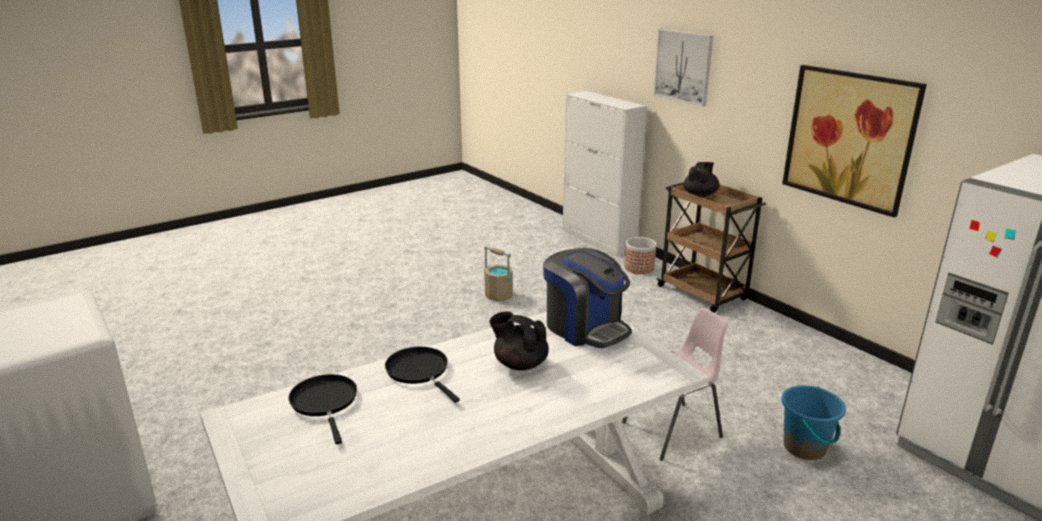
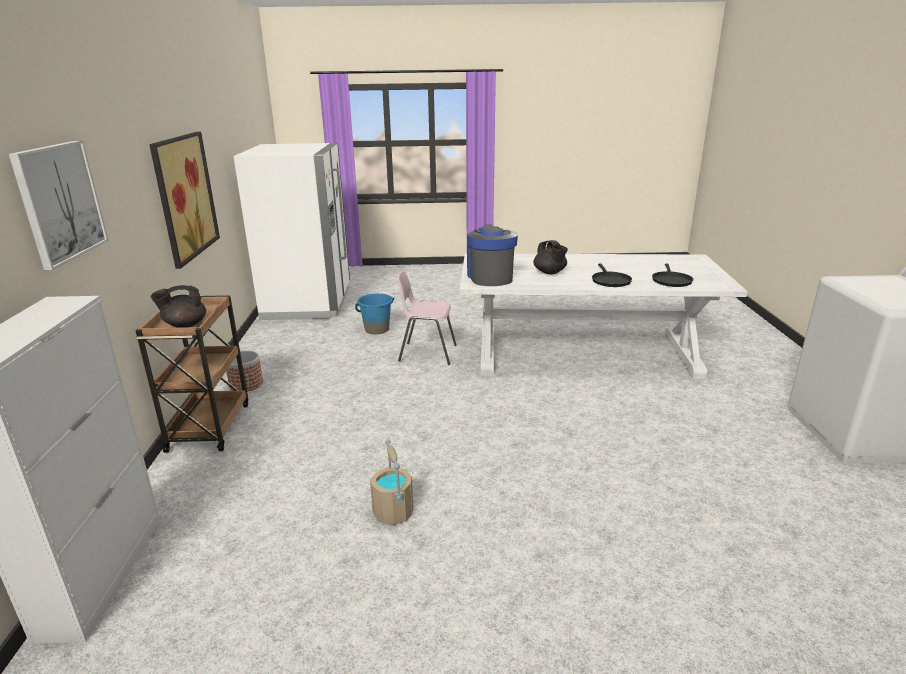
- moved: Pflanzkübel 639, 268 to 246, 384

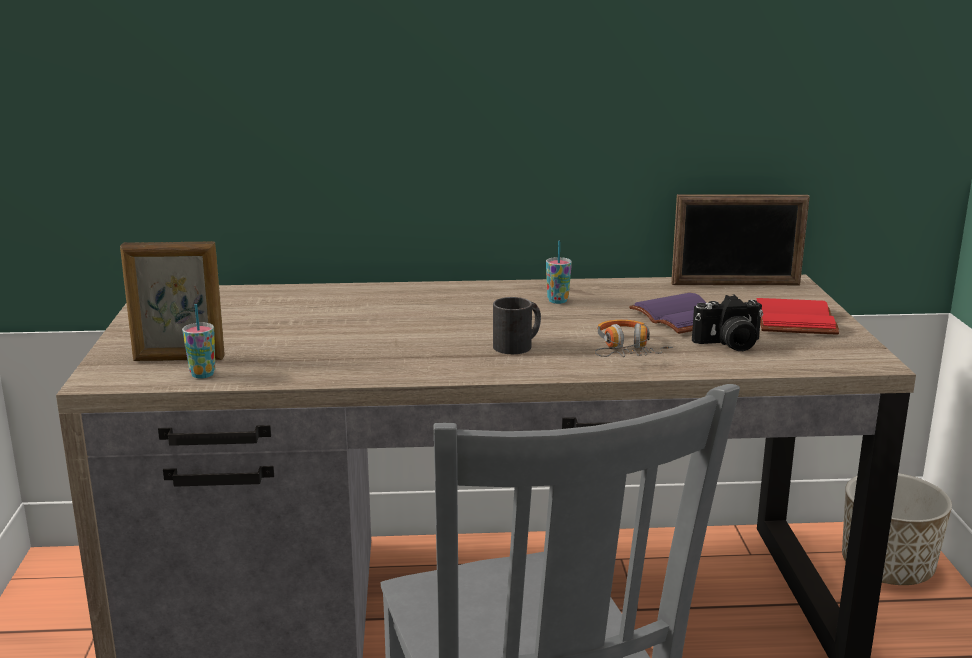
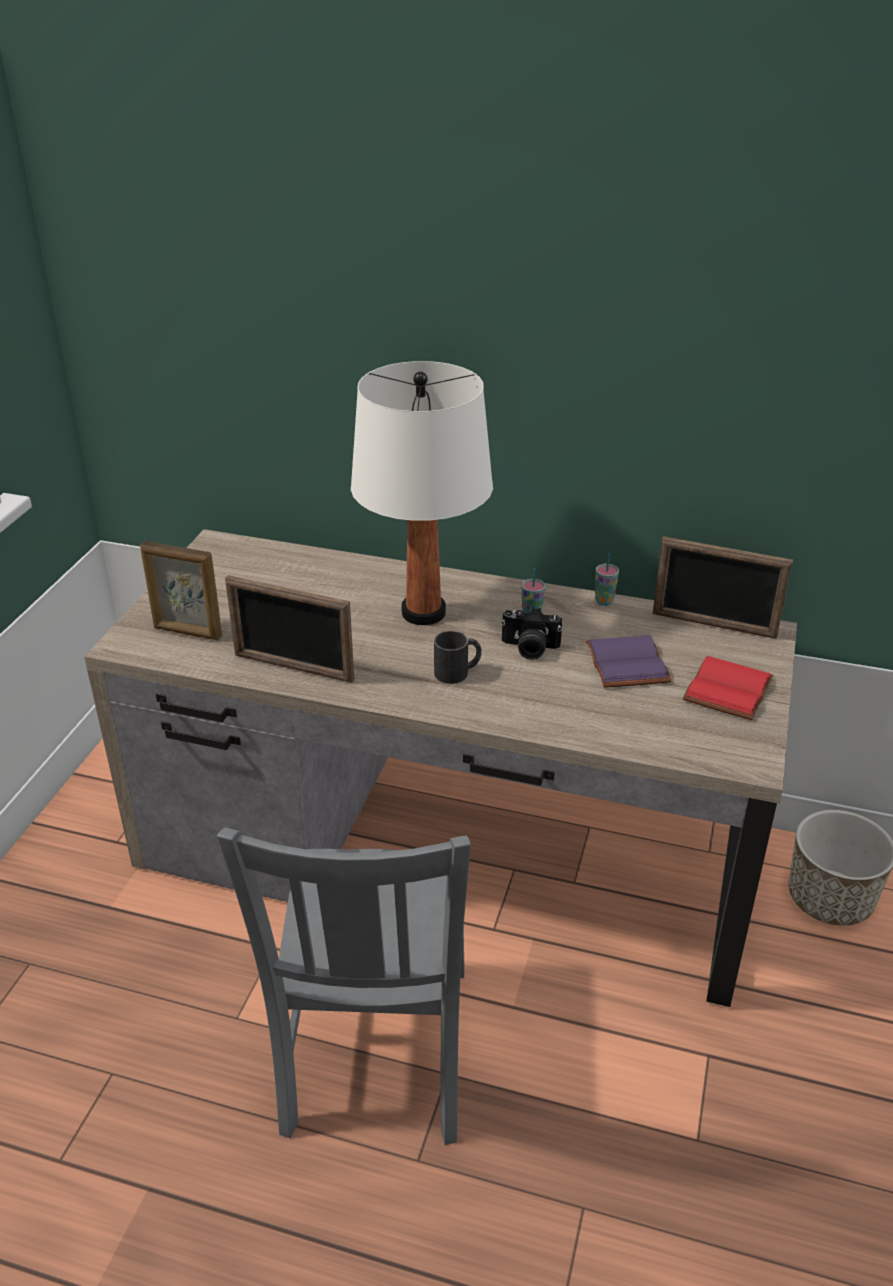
- added: Bilderrahmen 293, 668
- added: Tischlampe (weiß) 424, 612
- moved: Kamera 729, 344 to 529, 648
- moved: Tasse 202, 374 to 604, 601
- removed: Kopfhörer 625, 350

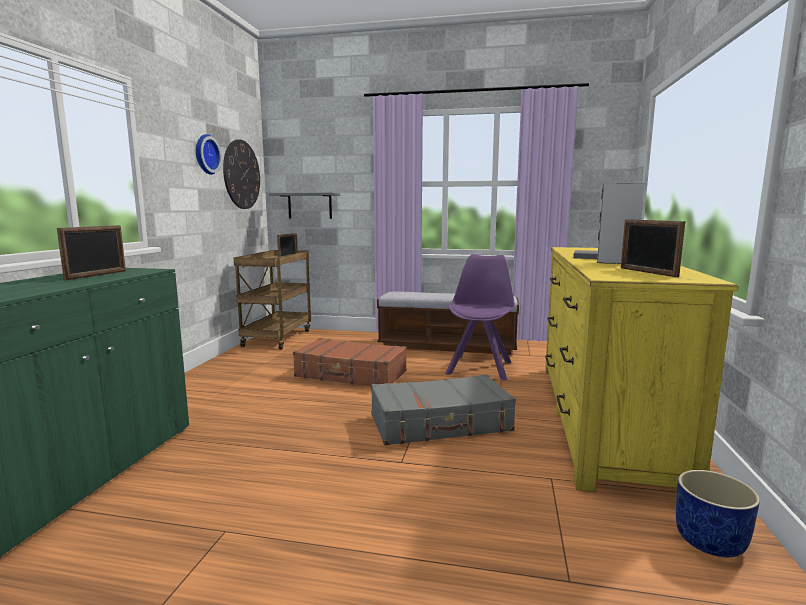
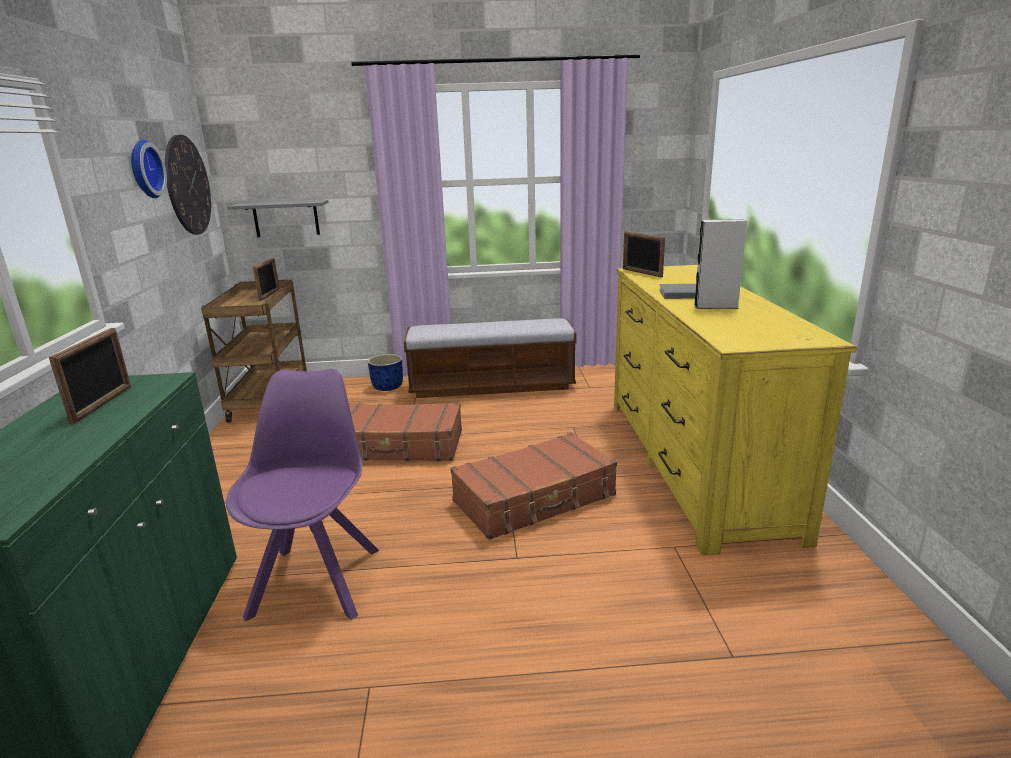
- moved: Stuhl (lila) 479, 367 to 317, 579
- moved: Pflanzkübel (blau) 711, 542 to 388, 387
- recoloured: Koffer (grau) 441, 423 to Koffer (braun) 535, 499
- moved: Bilderrahmen 647, 272 to 641, 273

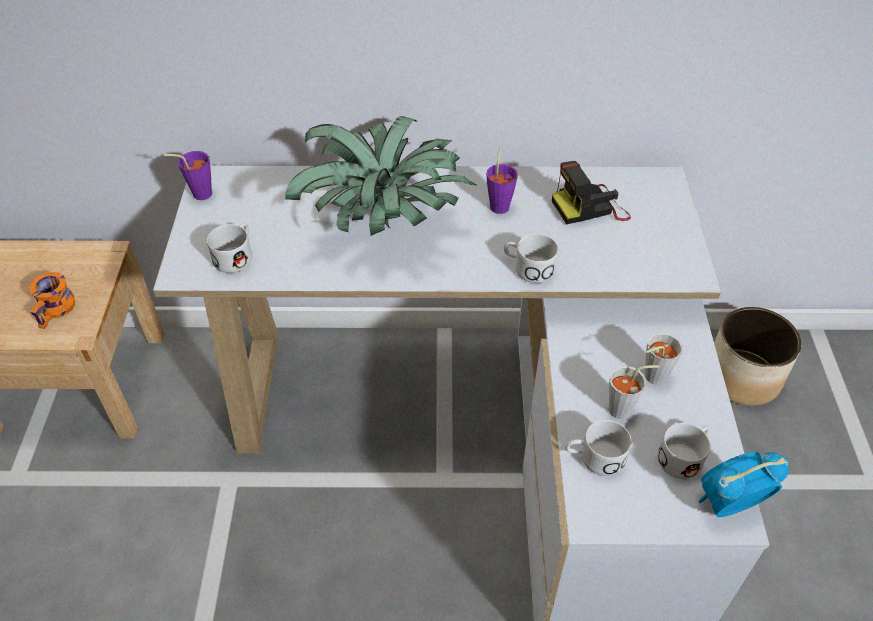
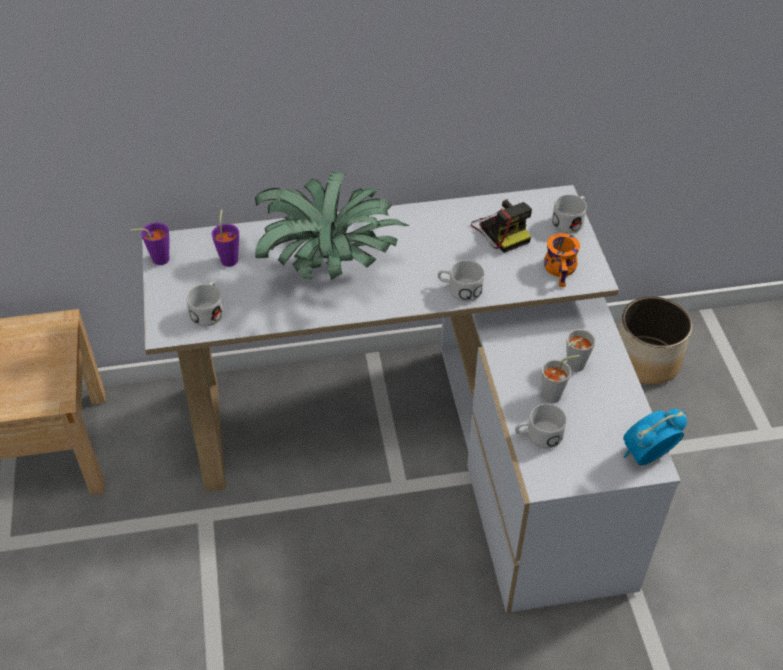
- moved: Tasse (lila) 500, 204 to 230, 257
- turned: Kamera 590, 207 = 501, 230 90 degrees counterclockwise
- moved: Henkelbecher (orange) 58, 310 to 562, 270
- moved: Henkelbecher (weiß) 684, 456 to 570, 221

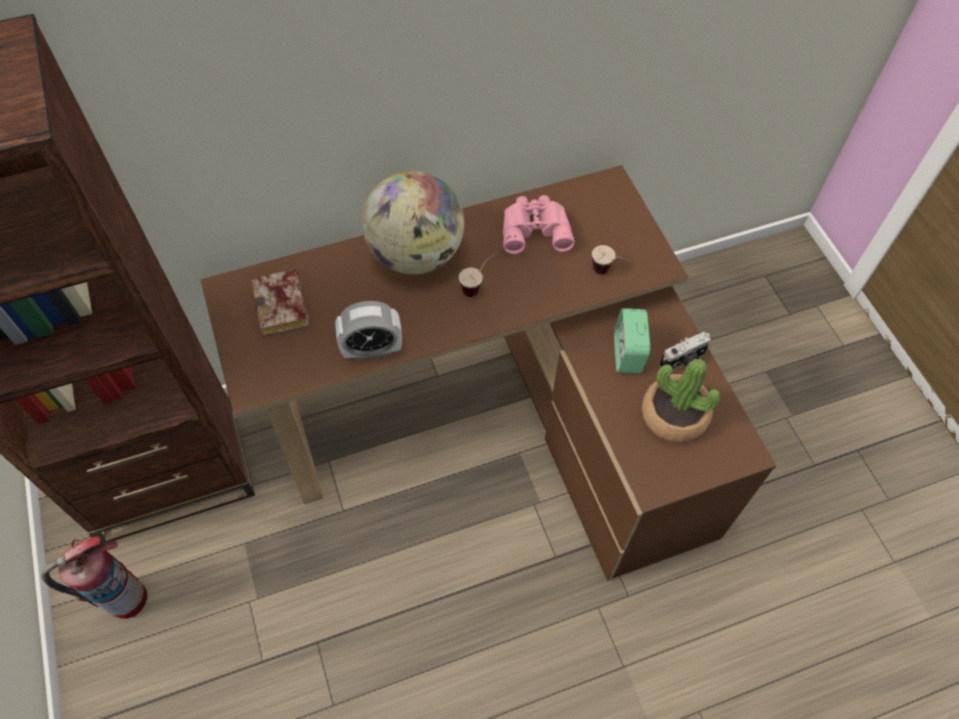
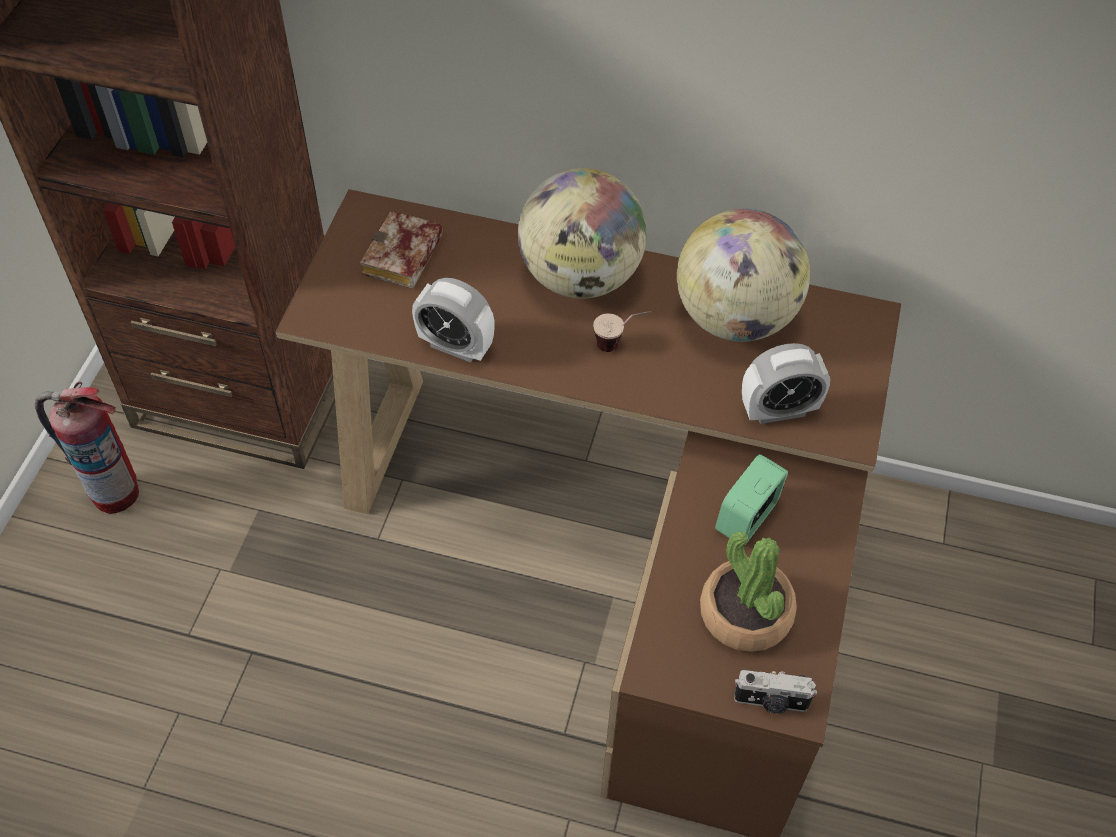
- replaced: Fernglas (rosa) 534, 228 to Globus 735, 318
- moved: Kamera 683, 361 to 771, 702
- replaced: Tasse 608, 273 to Wecker 779, 410

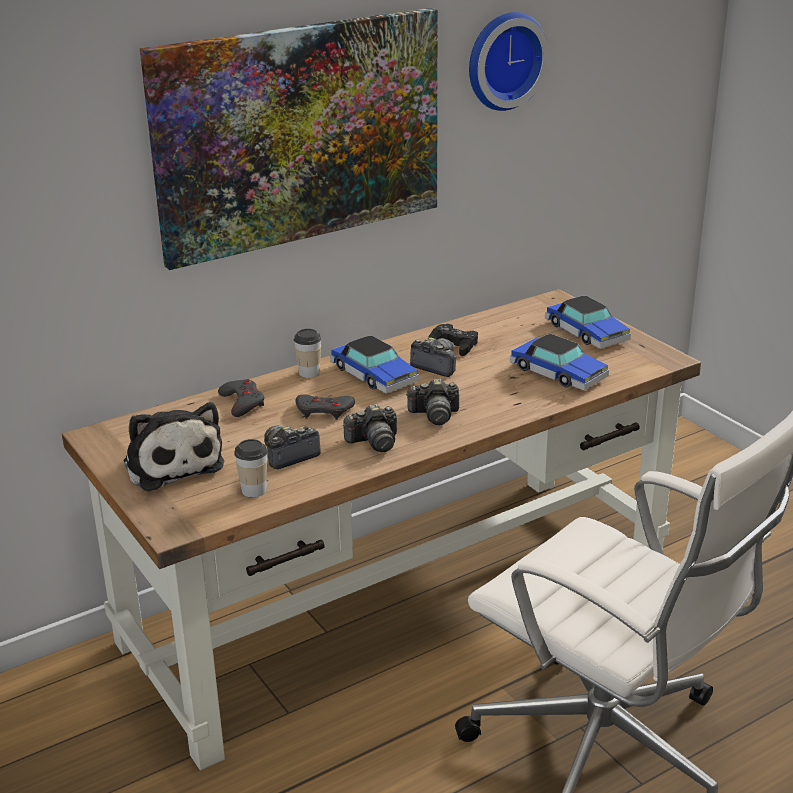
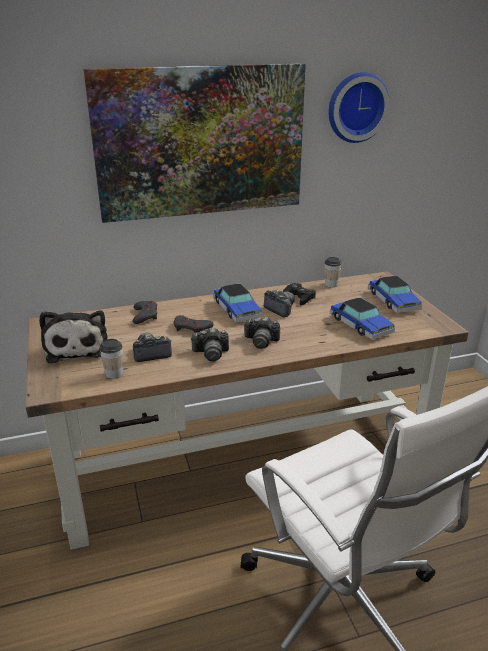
- moved: Tasse 309, 373 to 331, 284

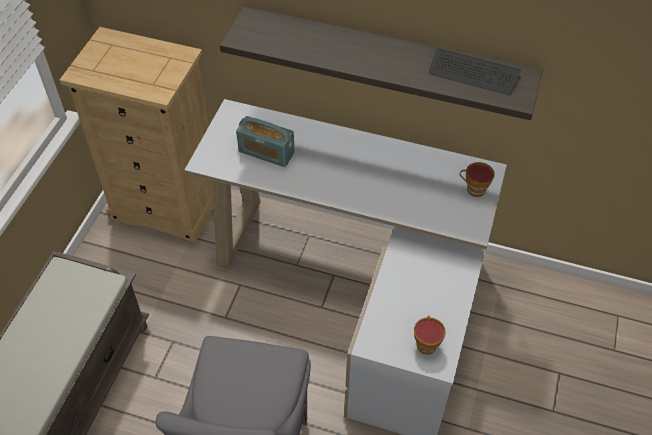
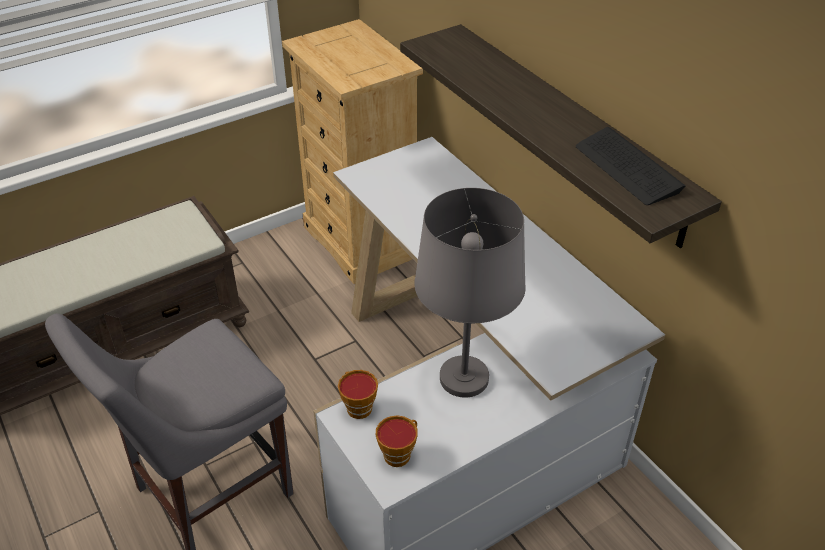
- moved: Tasse 473, 189 to 357, 406
- added: Tischlampe (grau) 464, 379
- removed: Radio 266, 152

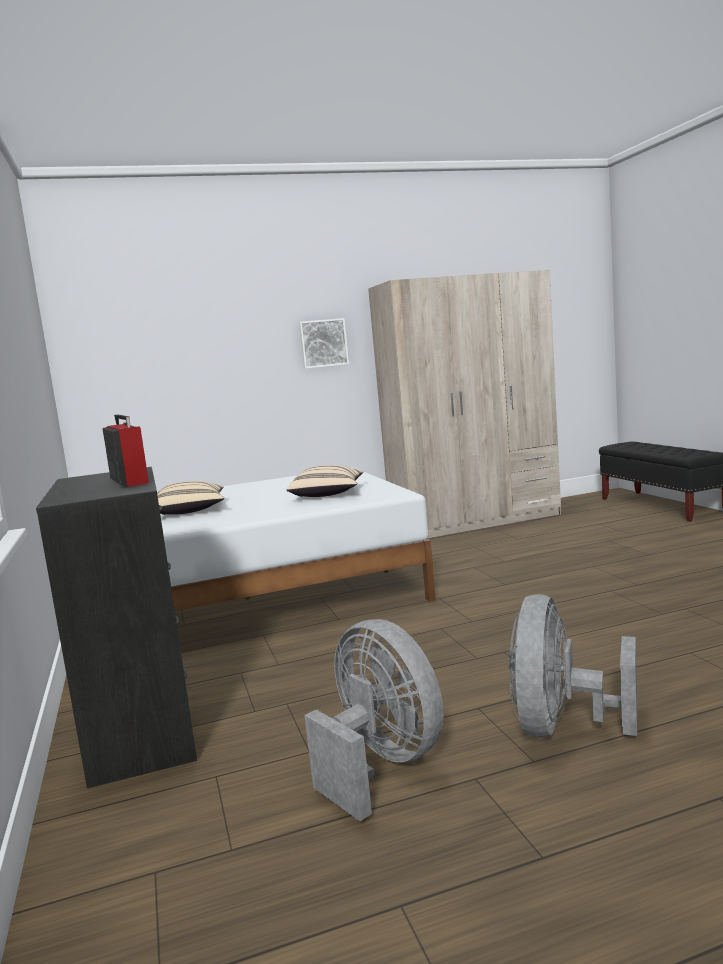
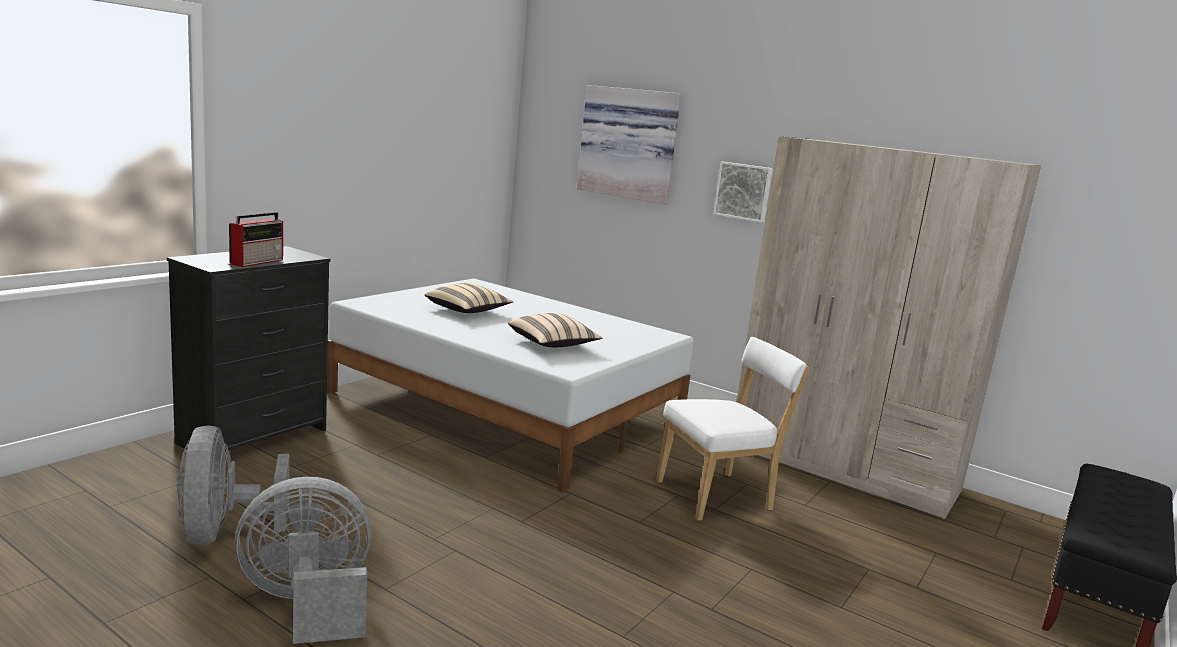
- turned: Ventilator (grau) 381, 764 = 223, 533 150 degrees clockwise
- added: Bild 629, 143
- added: Stuhl (weiß) 719, 496

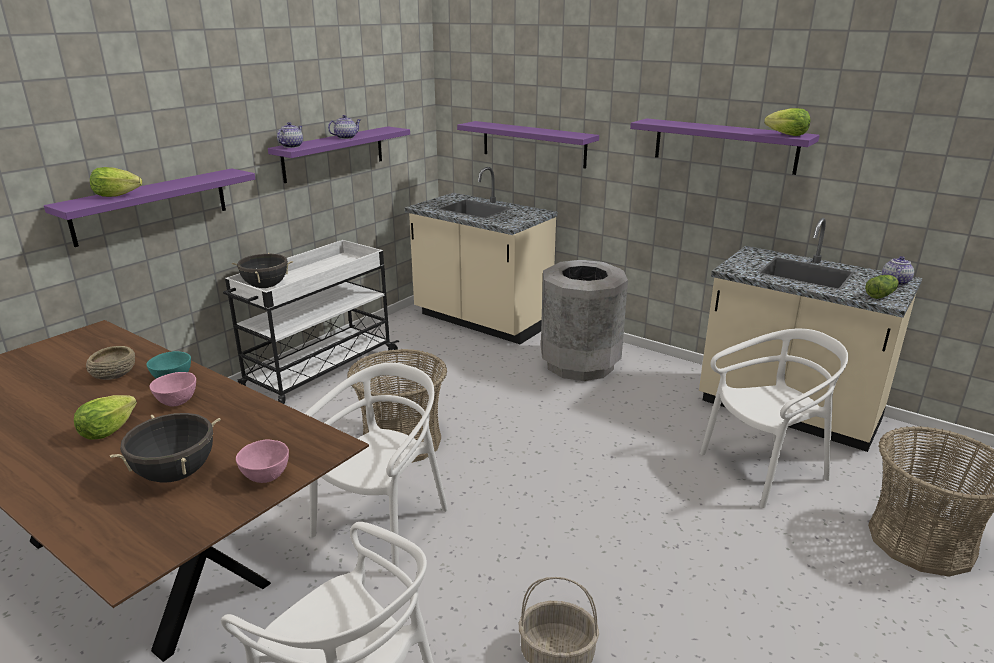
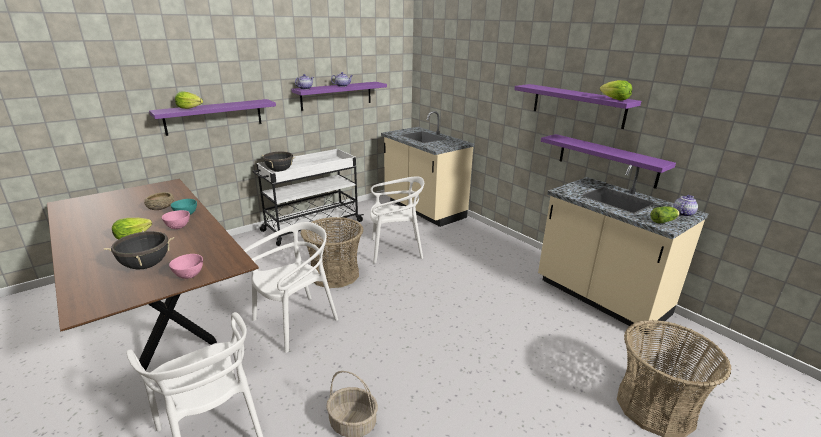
- moved: Stuhl (weiß) 764, 470 to 395, 250
- moved: Wandregal (lila) 533, 144 to 607, 160
- removed: Mülleimer (grau) 580, 364

